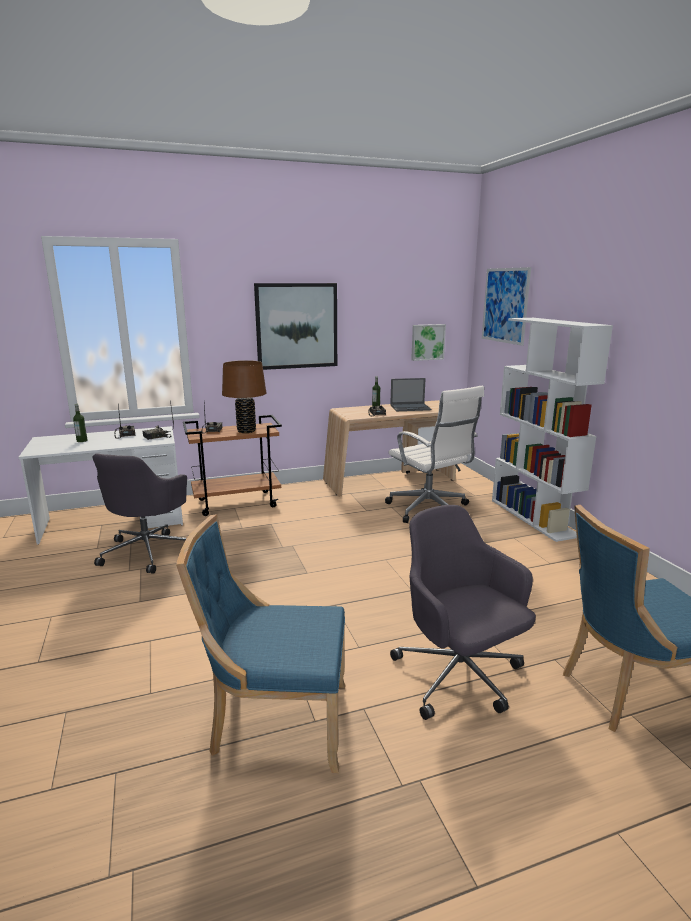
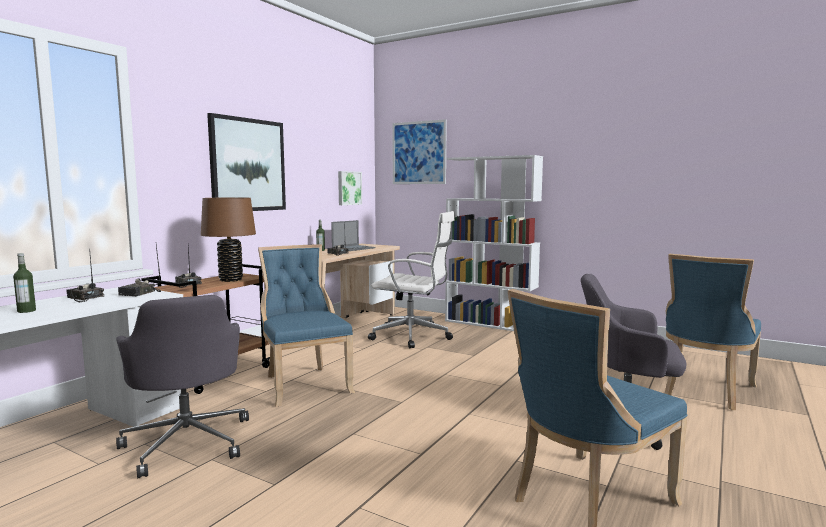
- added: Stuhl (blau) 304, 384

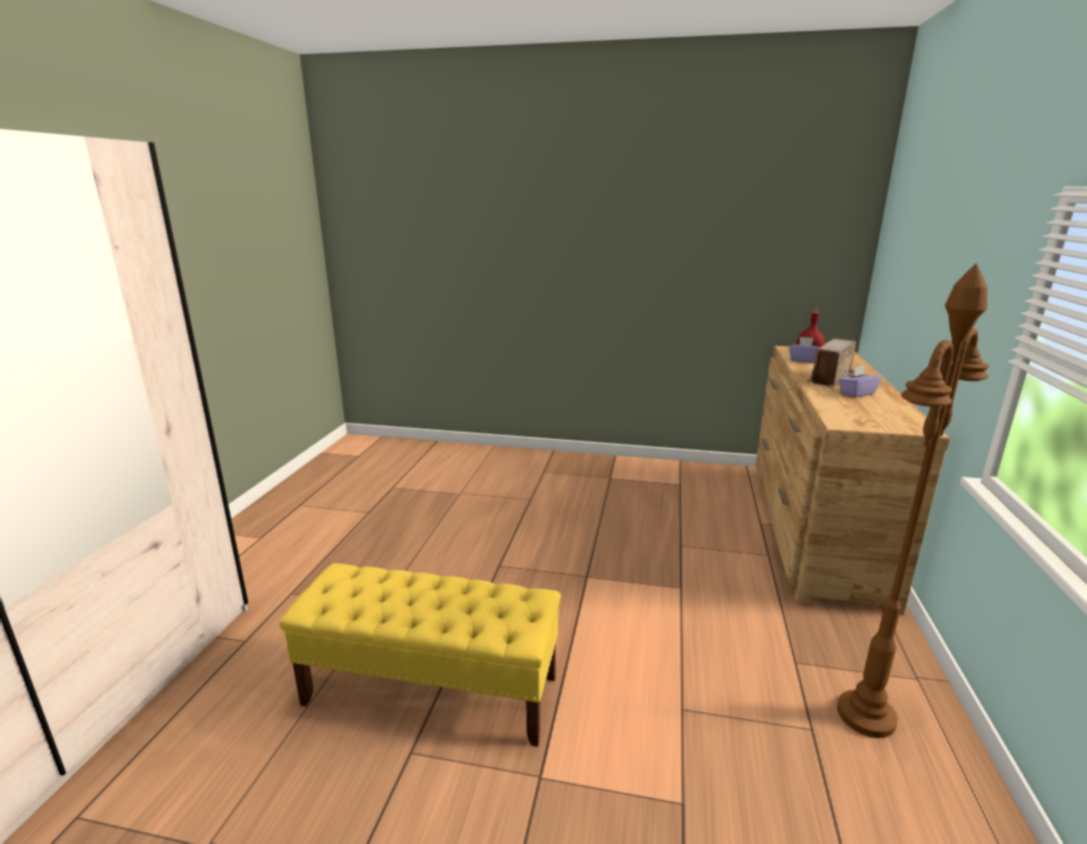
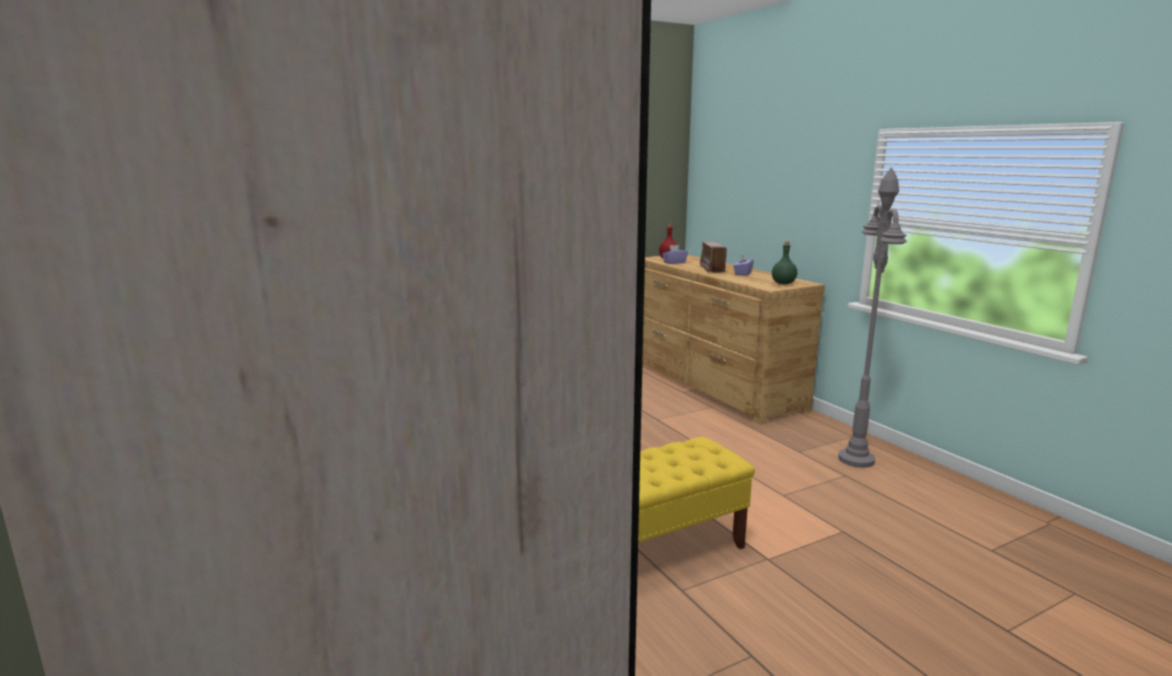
- added: Flasche (grün) 783, 283
- recoloured: Stehlampe (braun) 866, 715 to Stehlampe (grau) 856, 459

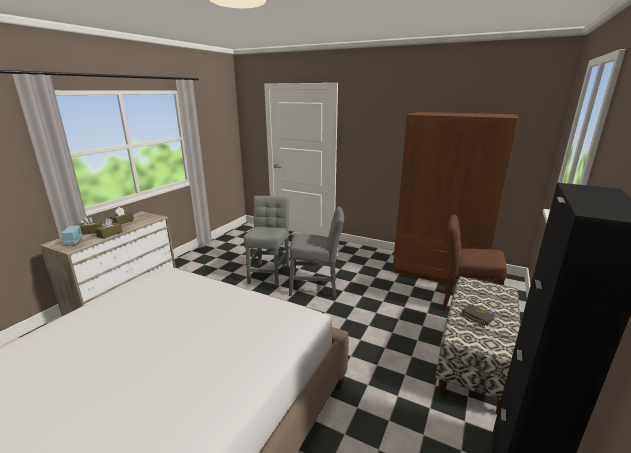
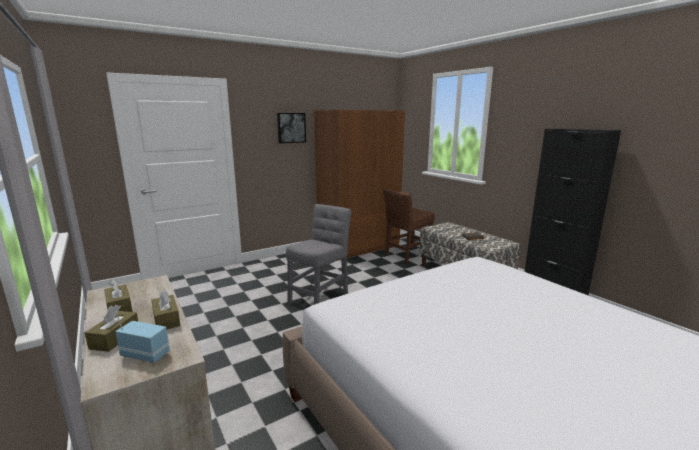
- added: Bild 291, 127
- removed: Stuhl (grau) 269, 272

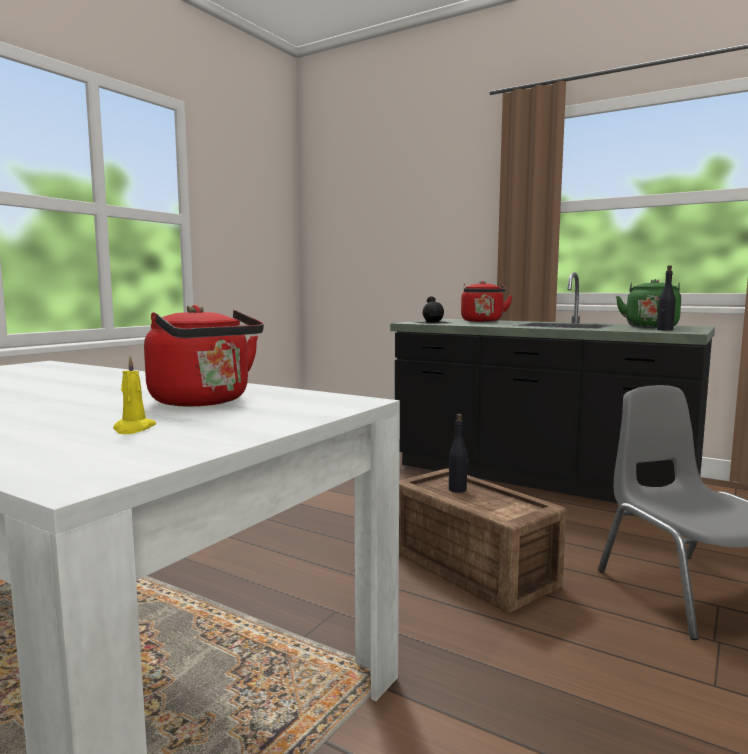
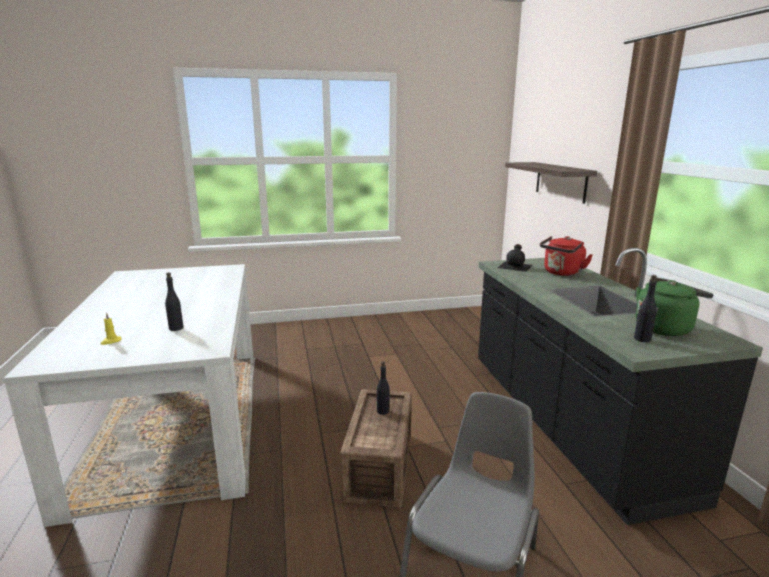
- replaced: Wasserkessel (rot) 204, 402 to Flasche (schwarz) 176, 328
- added: Wandregal 560, 181

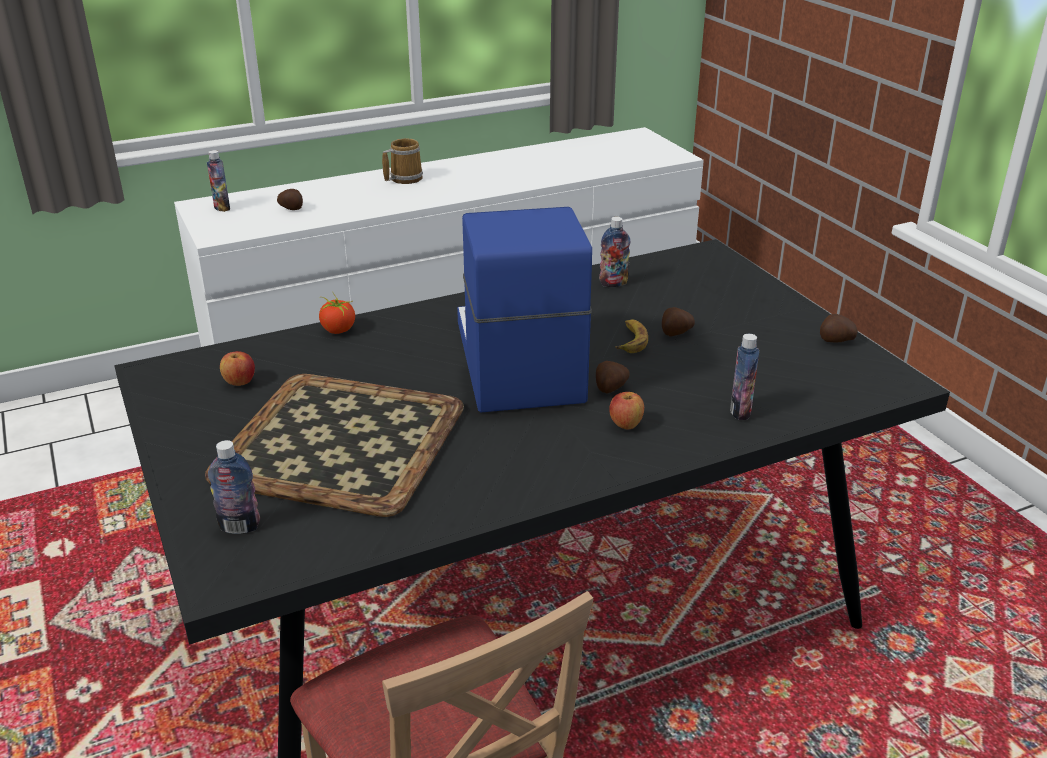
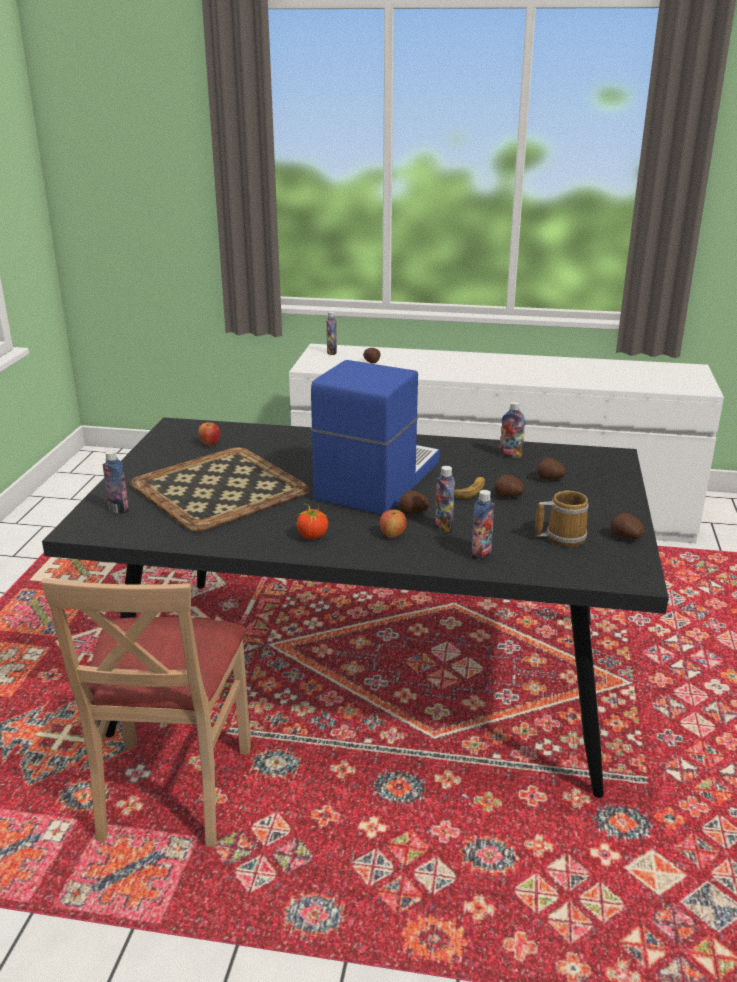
- moved: Tomate 338, 330 to 312, 536
- added: Flasche 443, 527
- moved: Henkelbecher 403, 178 to 562, 537
- added: Kartoffel 549, 479

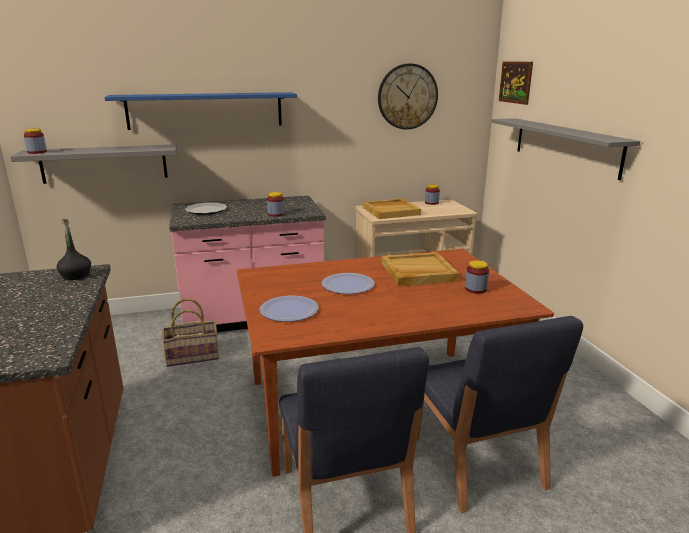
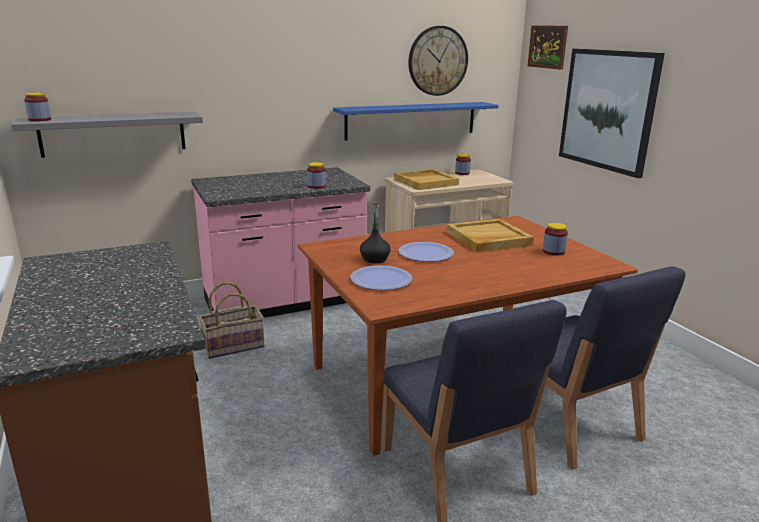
- moved: Wandregal (blau) 205, 110 to 411, 120
- moved: Flasche (schwarz) 76, 275 to 374, 259
- replaced: Wandregal (grau) 565, 146 to Bild 607, 110
- removed: Teller 206, 210

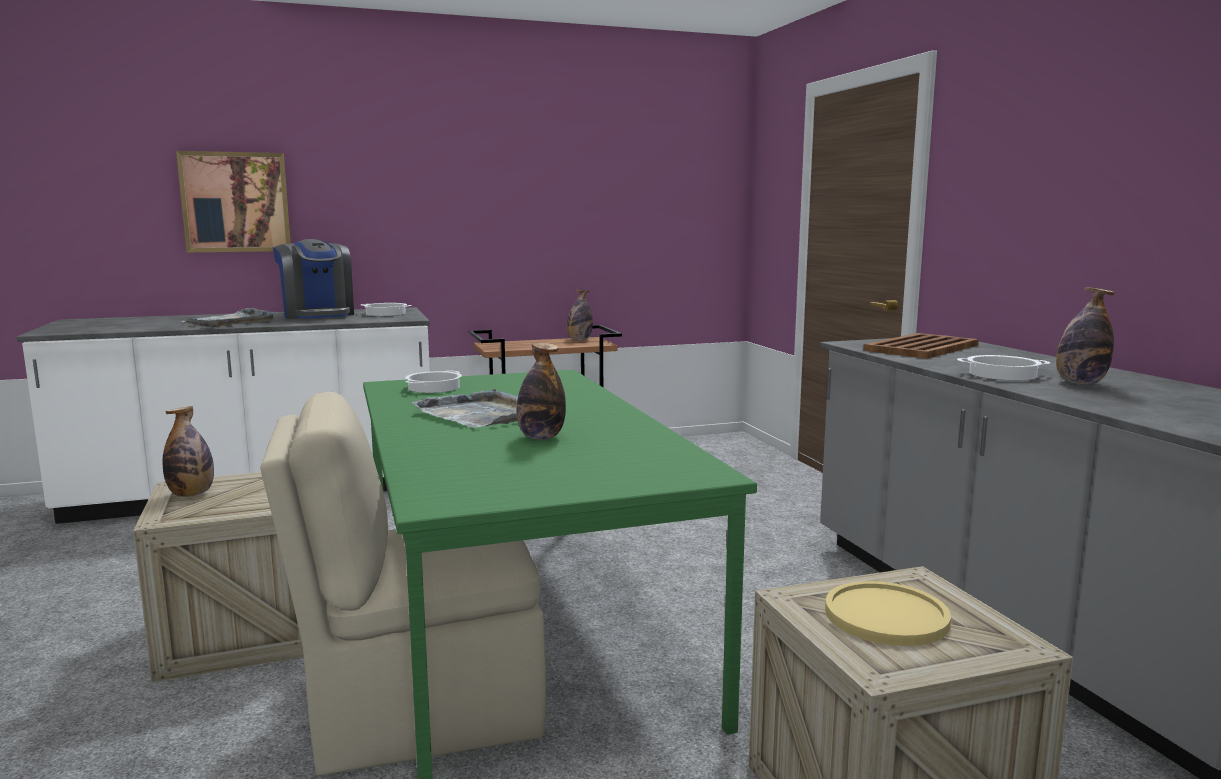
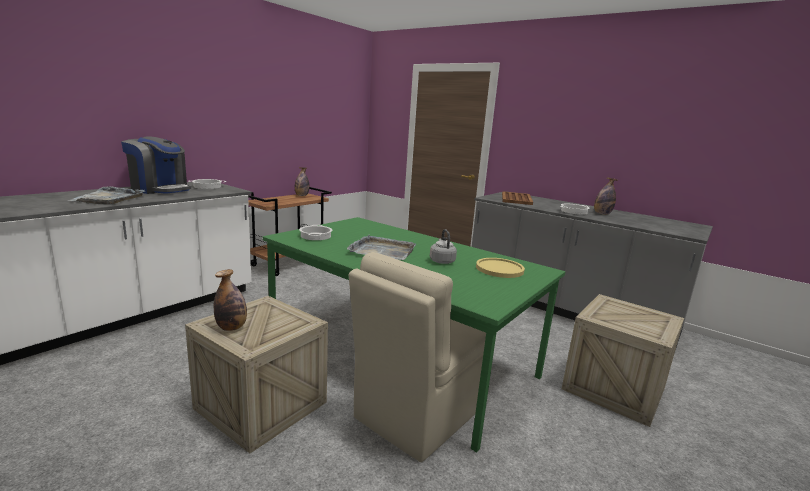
- replaced: Flasche 541, 437 to Wasserkessel (grau) 441, 261
- moved: Teller (gelb) 886, 616 to 499, 269
- removed: Bild 235, 202

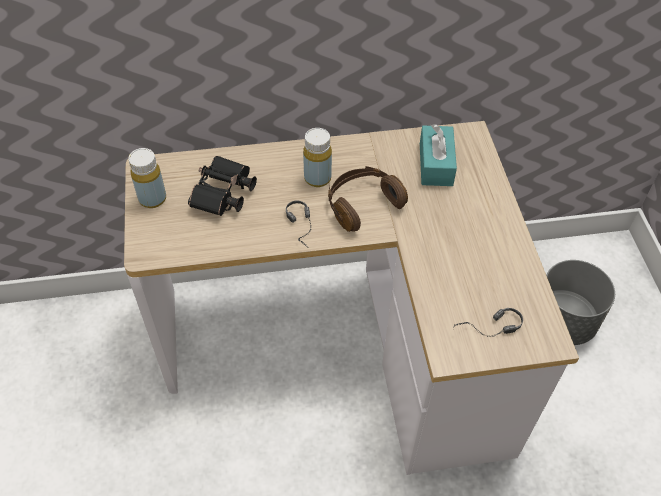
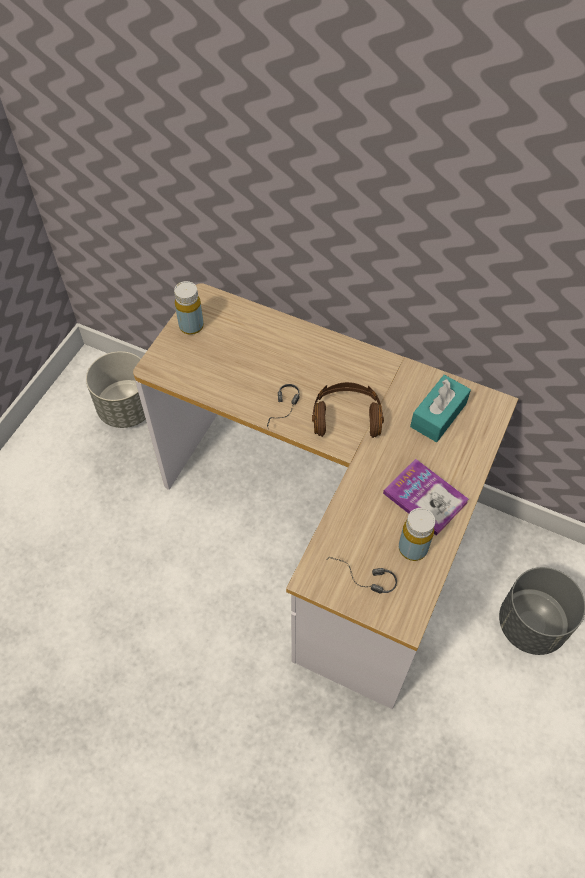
- added: Pflanzkübel (grau) 127, 408
- added: Buch 425, 497
- moved: Flasche (gelb) 317, 178 to 412, 548
- removed: Fernglas (schwarz) 223, 196

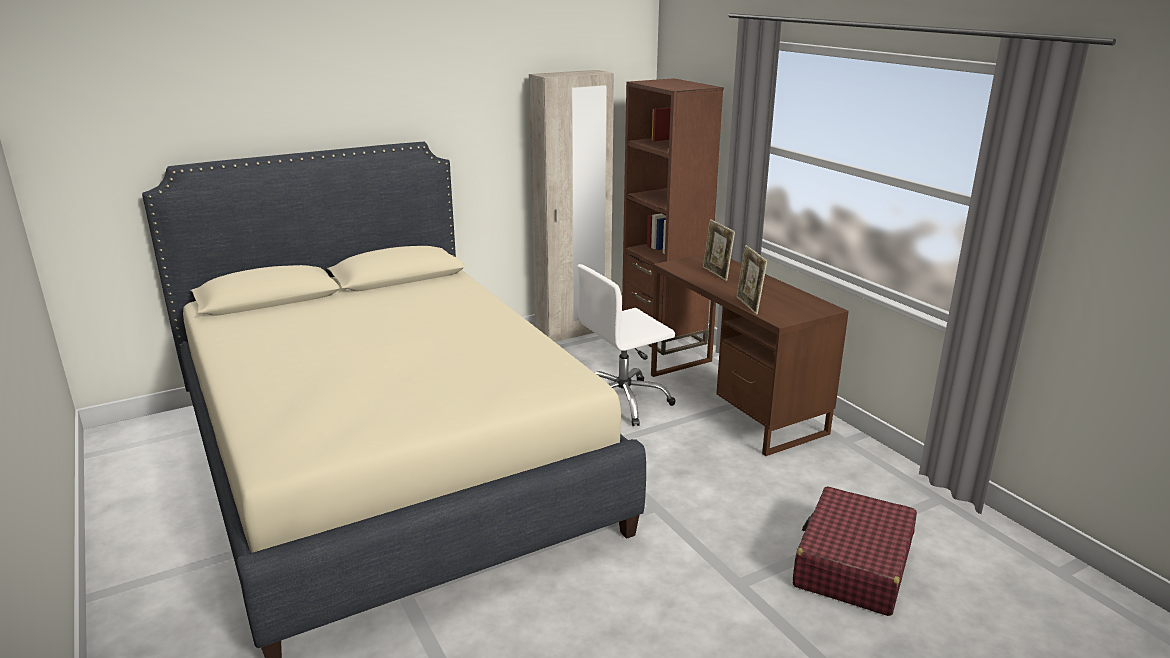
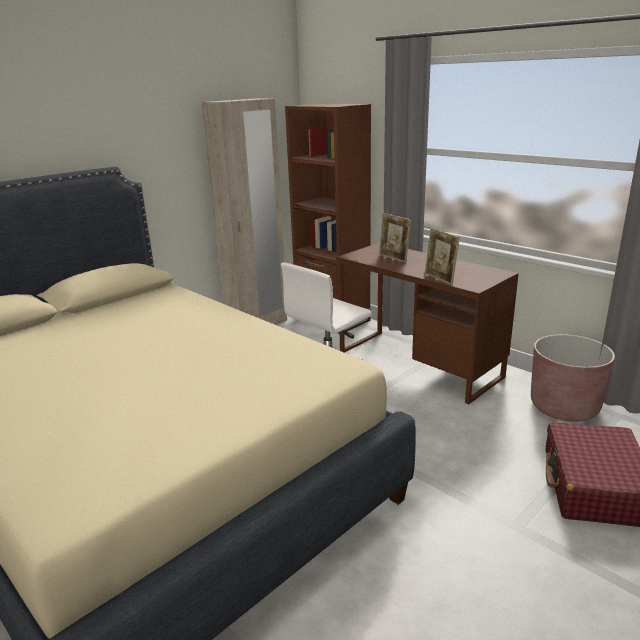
- added: Pflanzkübel (braun) 564, 407

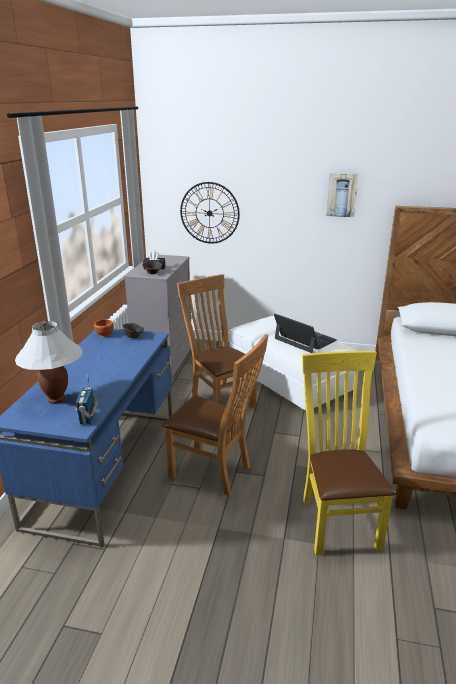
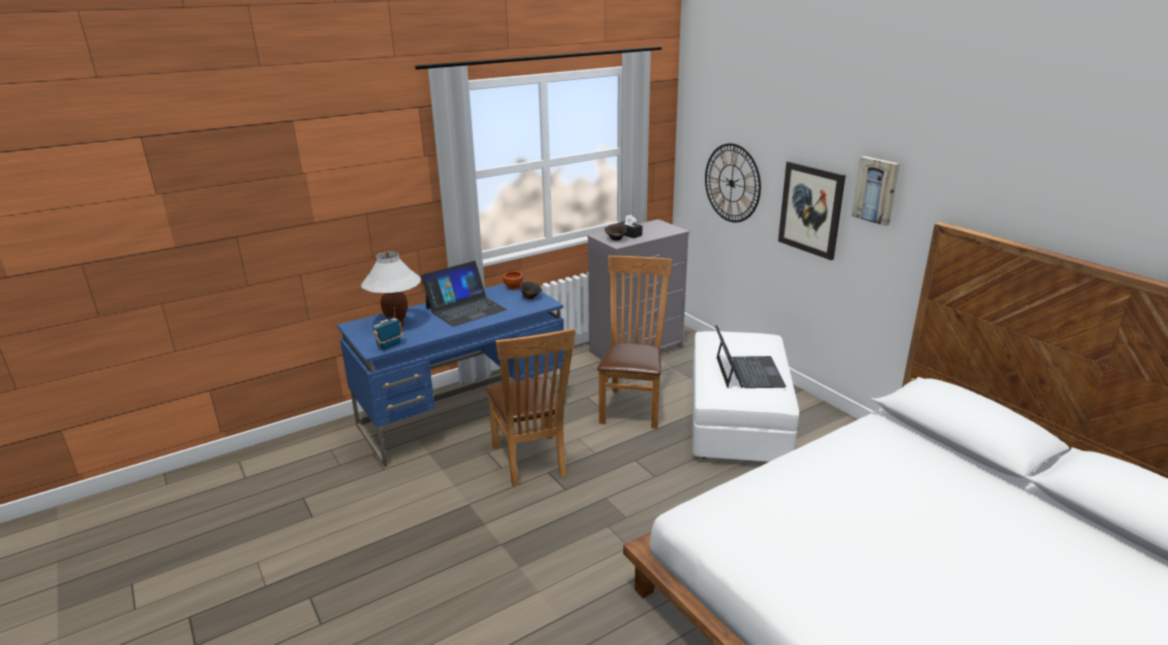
- added: Laptop 465, 309
- added: Bild 811, 209
- removed: Stuhl (gelb) 337, 519

